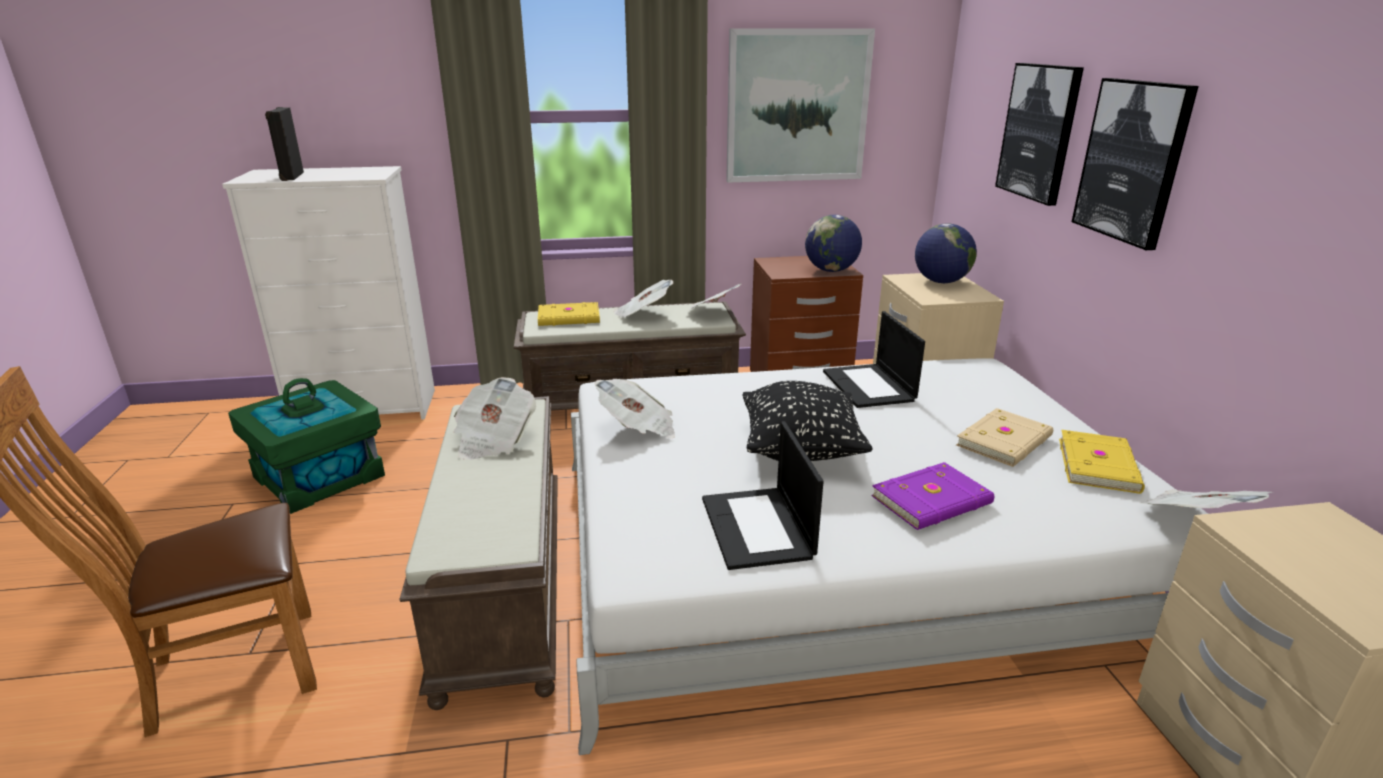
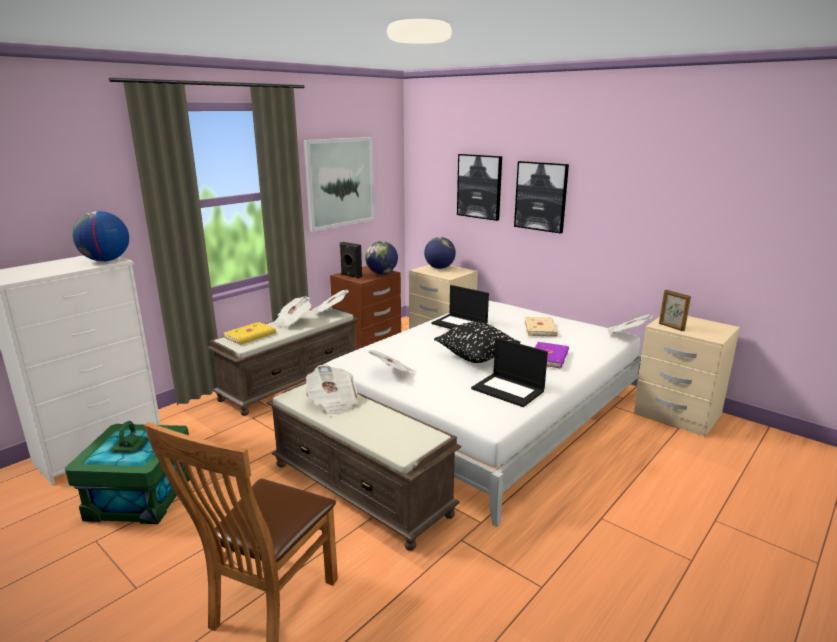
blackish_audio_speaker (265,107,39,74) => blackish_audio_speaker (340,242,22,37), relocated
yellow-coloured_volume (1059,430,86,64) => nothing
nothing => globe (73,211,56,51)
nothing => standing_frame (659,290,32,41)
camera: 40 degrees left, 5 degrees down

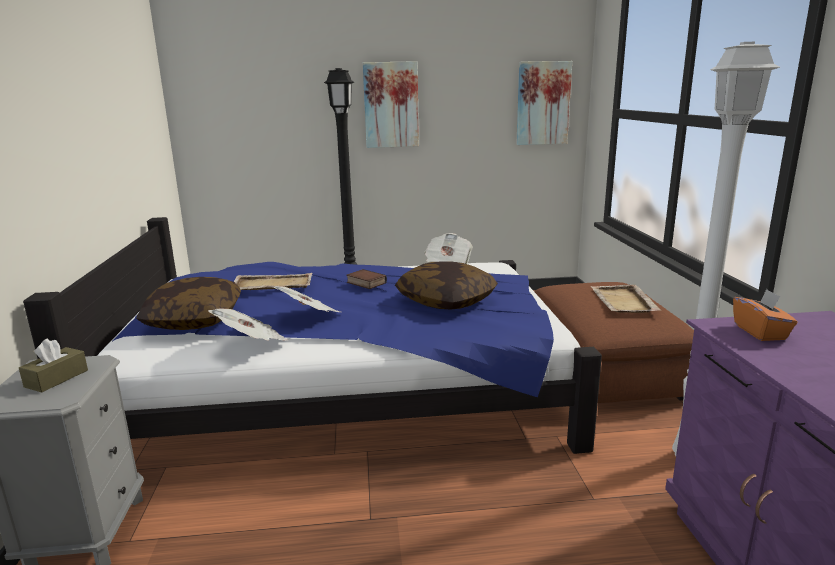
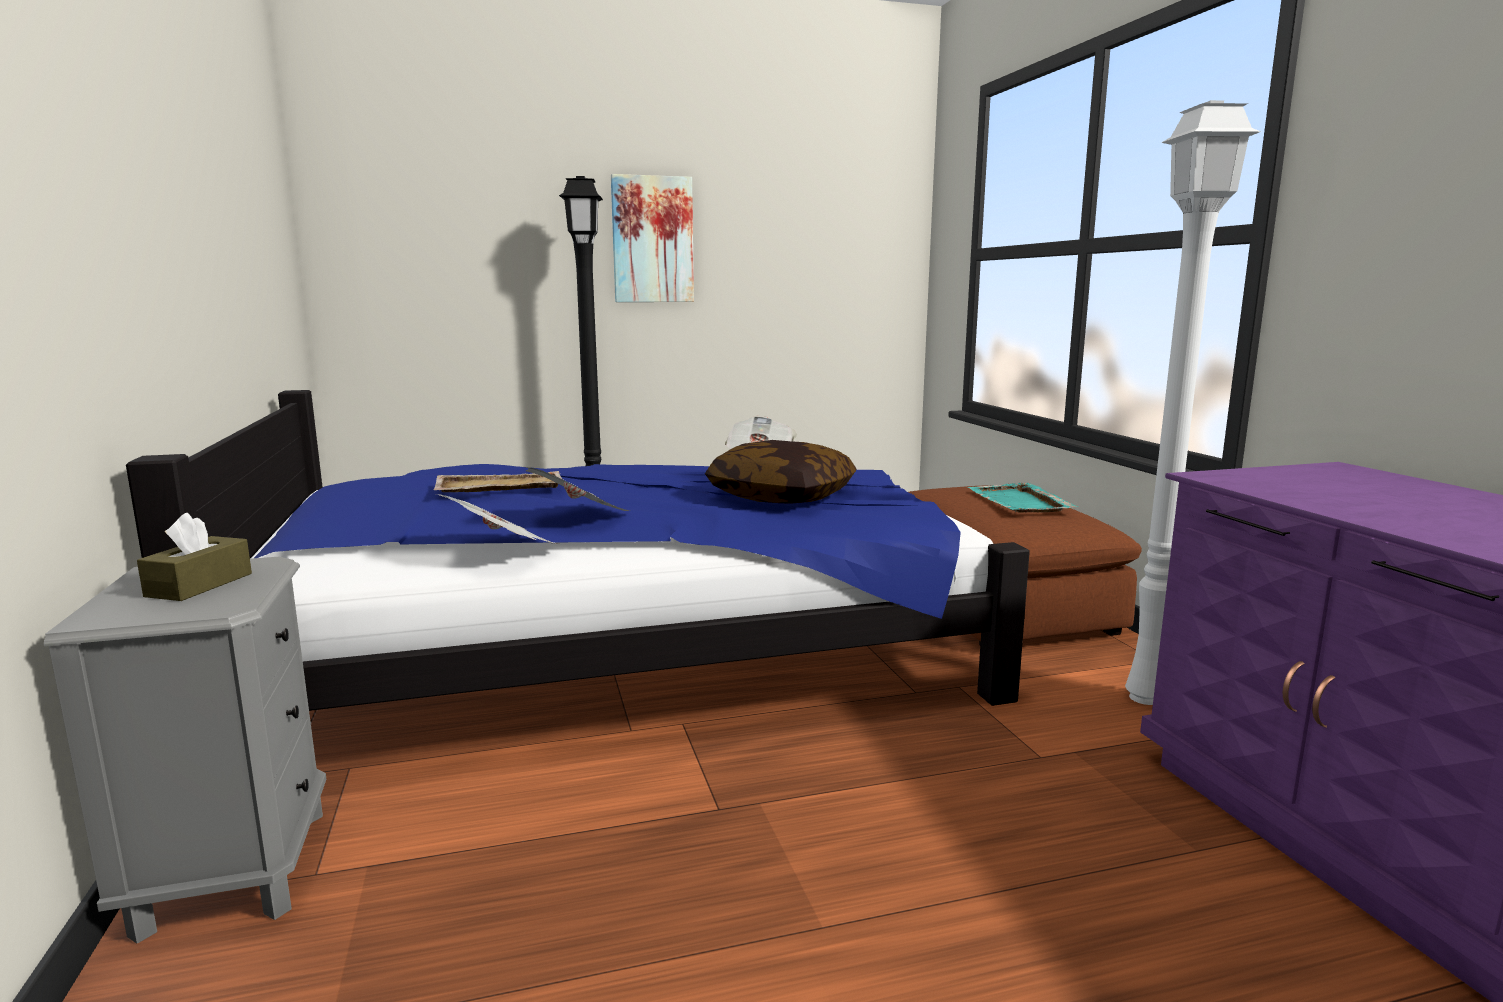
pillow (136,277,105,53) => nothing
volume (346,269,41,20) => nothing
wall_art (516,61,56,84) => nothing
beige_carrying_tray (591,284,70,29) => turquoise-coloured_carrying_tray (967,483,111,29)
orangey_box_of_tissues (733,289,65,52) => nothing
camera: 10 degrees left, 5 degrees down

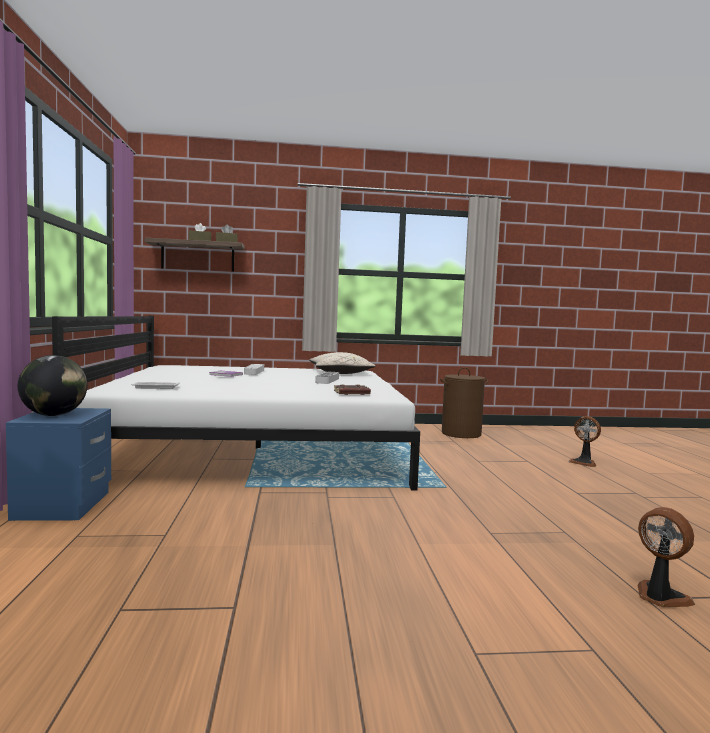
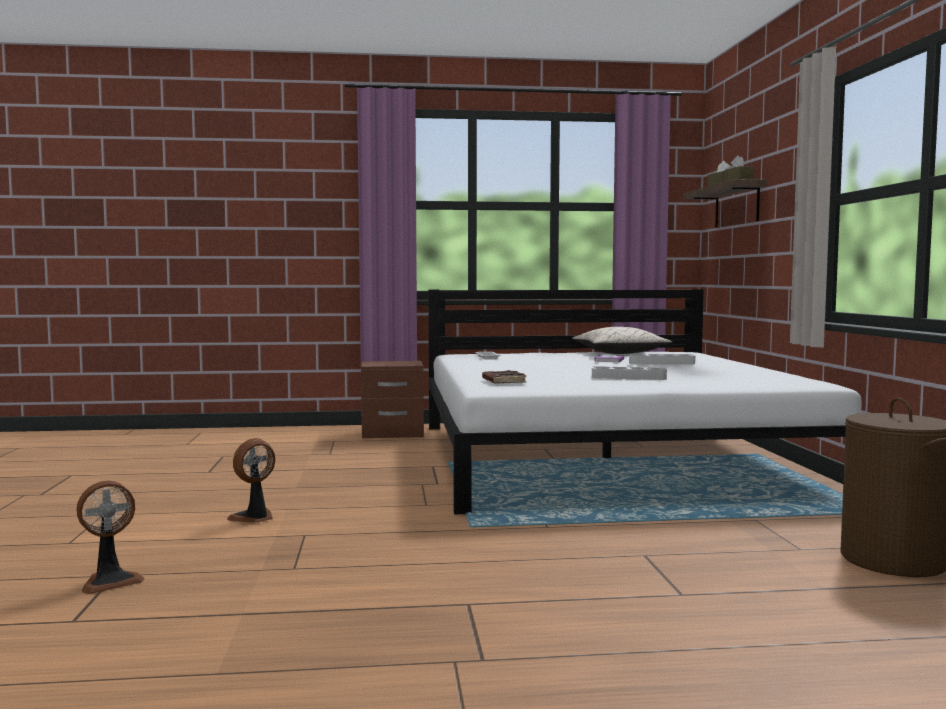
blue-coloured_bedside_table (6,408,105,113) => brown-coloured_bedside_table (361,361,63,77)
globe (18,355,69,61) => nothing
beige_pillow (309,352,66,22) => beige_pillow (572,327,100,27), relocated
electric_fan (568,416,33,51) => electric_fan (227,438,48,85), relocated
camera: 90 degrees right, 0 degrees up

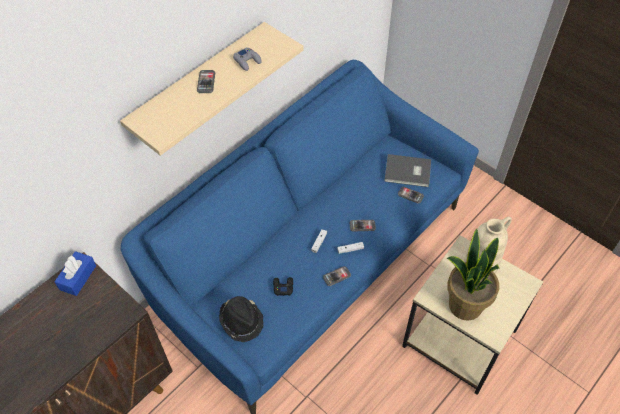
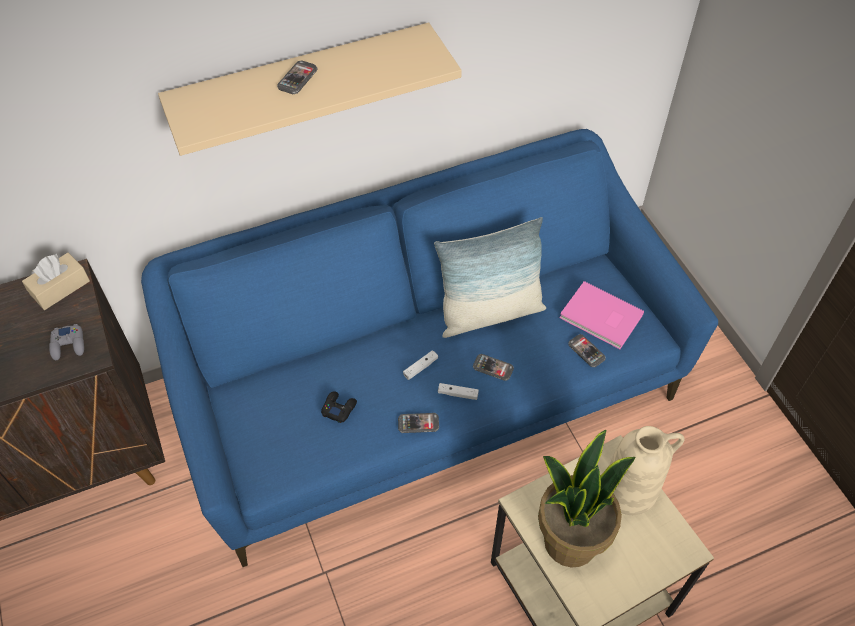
blue-coloured_box_of_tissues (55,251,41,45) => beige_box_of_tissues (22,253,68,57)
blackish_clothing_hat (219,296,45,46) => nothing
greyish_game_controller (233,47,29,24) => greyish_game_controller (49,324,35,36), relocated
greyish_volume (384,154,47,33) => pinkish_volume (559,281,85,68)
nothing => pillow (434,217,112,121)
camera: 25 degrees right, 0 degrees up

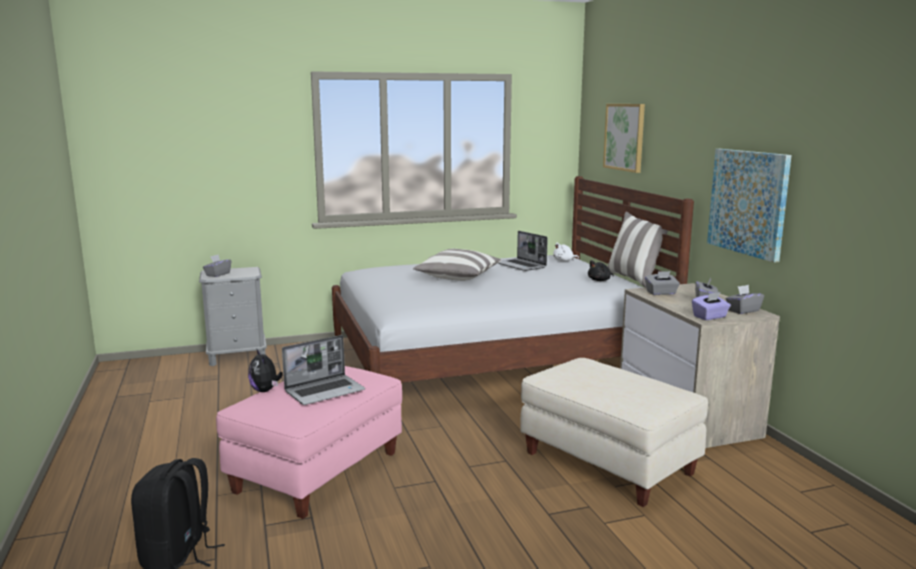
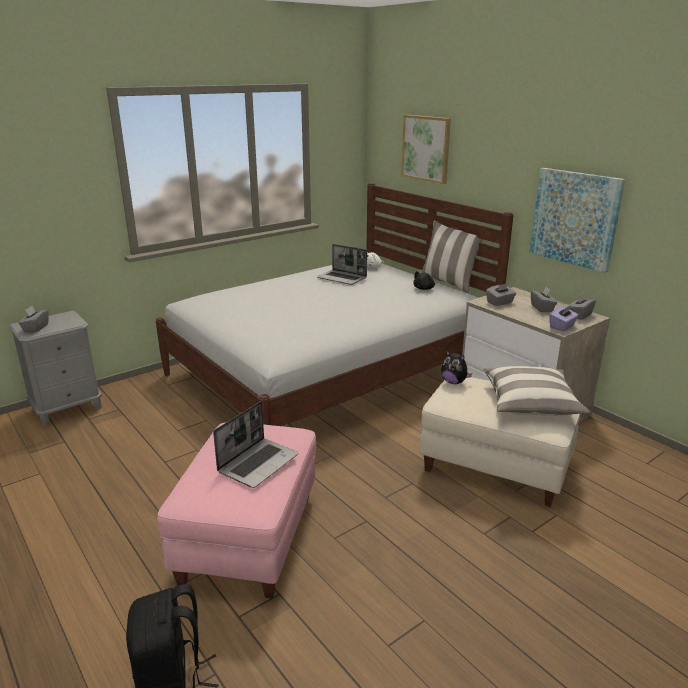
cuddly_toy (248,350,35,42) => cuddly_toy (441,349,31,35), relocated
pillow (413,249,88,32) => pillow (483,366,108,50), relocated
camera: 20 degrees left, 10 degrees up

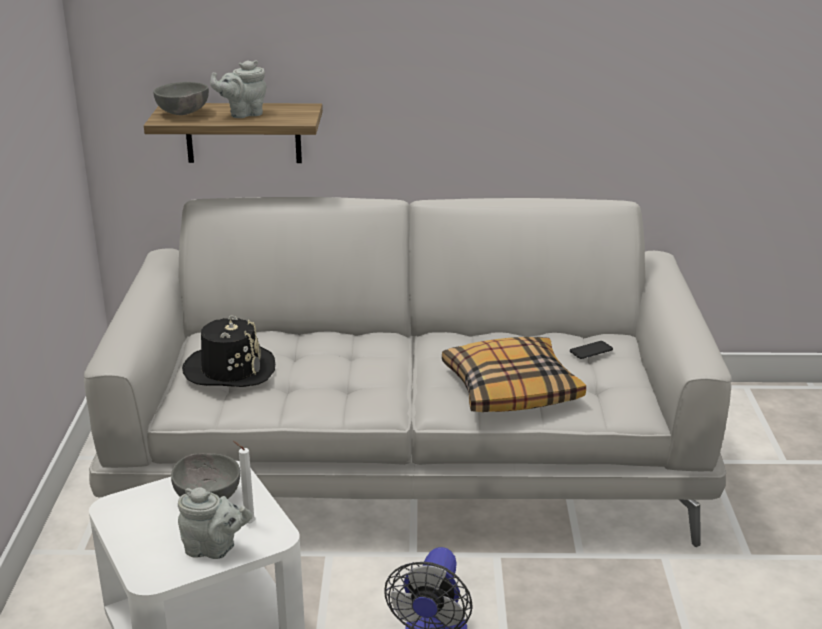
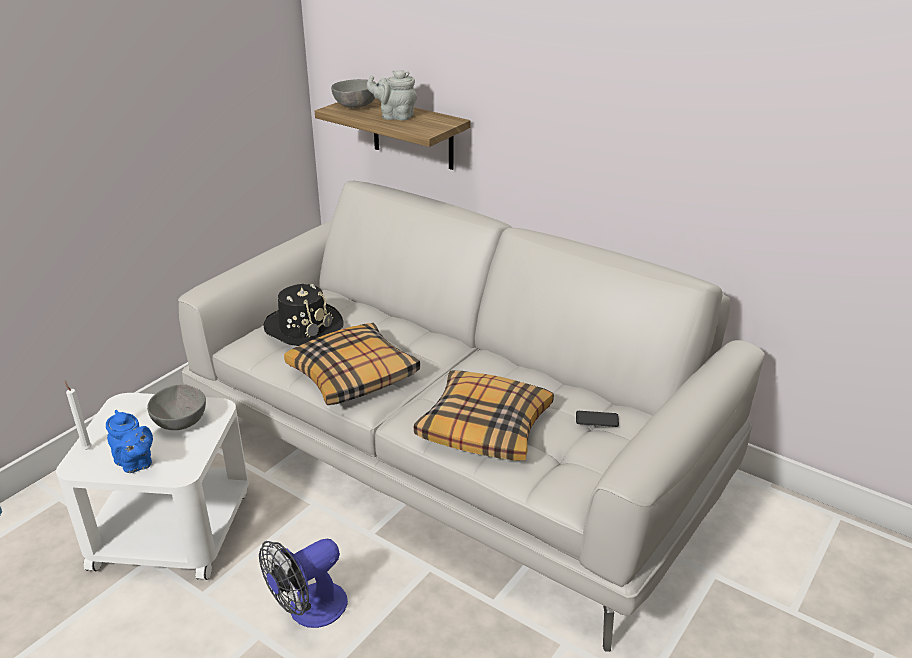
greyish_teapot (178,487,74,72) => blue-coloured_teapot (106,410,47,63)
white-coloured_wax_candle (233,441,23,82) => white-coloured_wax_candle (65,381,27,69), relocated
nothing => pillow (284,323,136,82)
camera: 35 degrees right, 5 degrees up

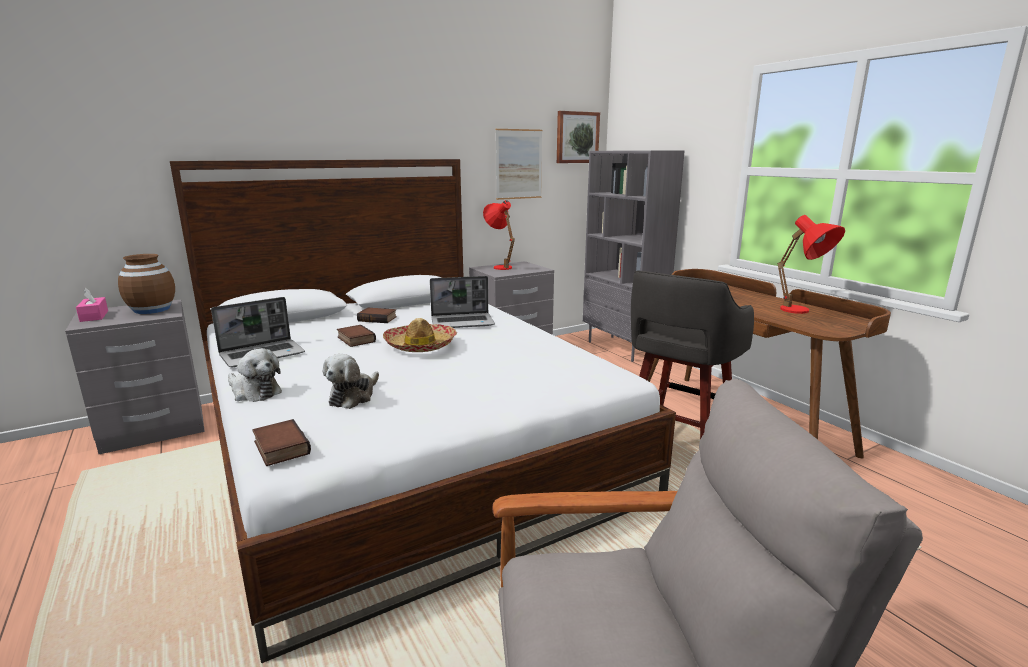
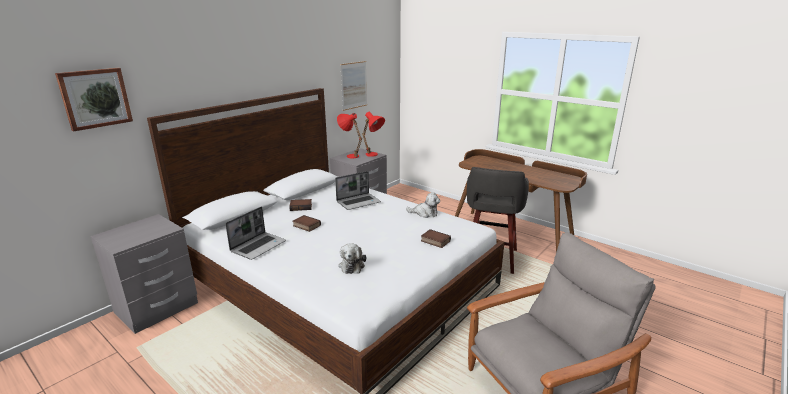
pinkish_box_of_tissues (76,288,32,34) => nothing
brown-coloured_flower_vase (118,254,57,60) => nothing
cuddly_toy (228,348,54,54) => cuddly_toy (406,192,34,26), relocated
volume (253,419,58,47) => volume (421,229,30,19), relocated
clothing_hat (383,318,74,34) => nothing
wall_art (557,111,43,52) => wall_art (55,68,78,63), relocated
greyish_shelving_unit (583,151,102,211) => nothing
red_lamp_for_a_table (777,215,68,99) => red_lamp_for_a_table (362,112,23,45), relocated
camera: 20 degrees left, 5 degrees up

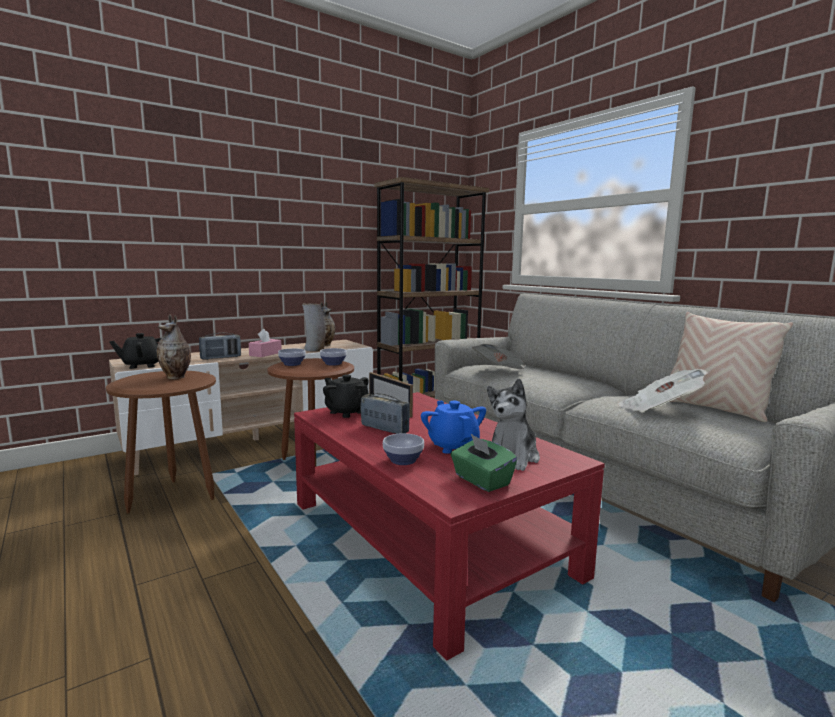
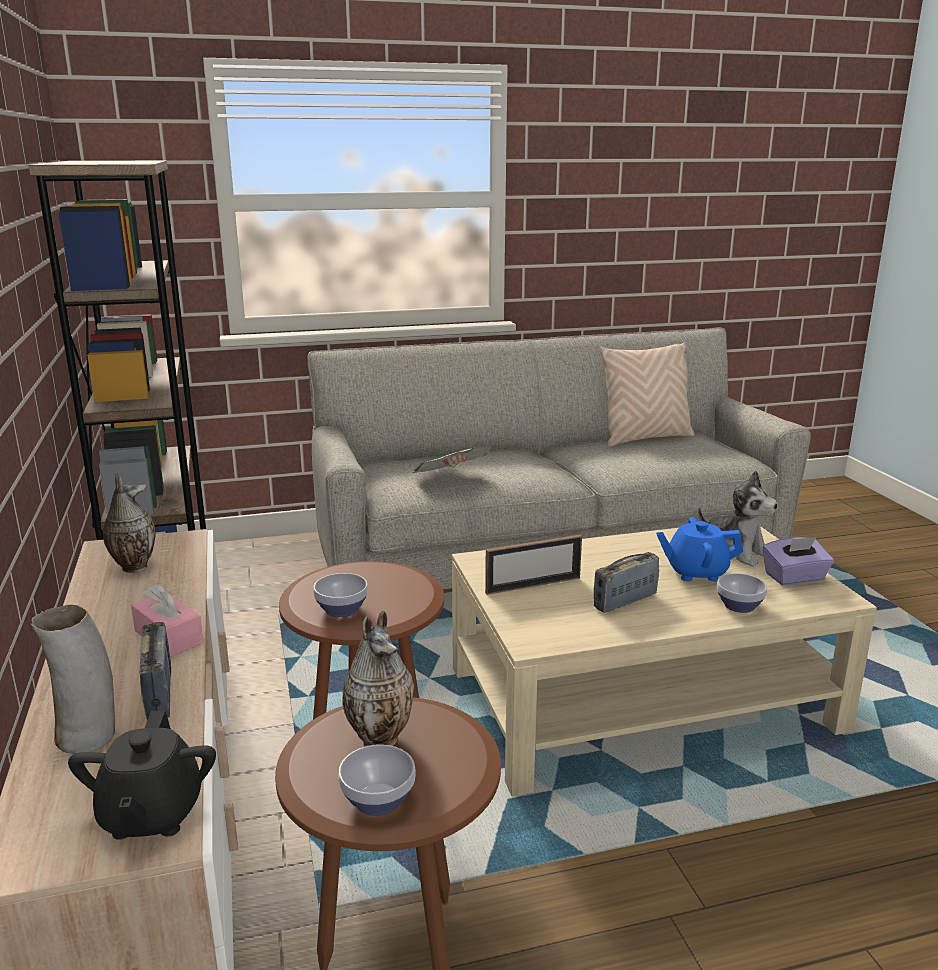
red_lounge_table (294,392,311,268) => beige_lounge_table (452,526,425,270)
flower_vase (302,303,23,48) => flower_vase (31,604,84,150), relocated
serving_bowl (320,348,27,18) => serving_bowl (338,744,78,72), relocated
blackish_teapot (323,375,46,43) => nothing
green-coloured_box_of_tissues (450,434,67,58) => purplish_box_of_tissues (762,537,72,48)
newspaper (618,369,90,43) => nothing
camera: 70 degrees left, 10 degrees up

